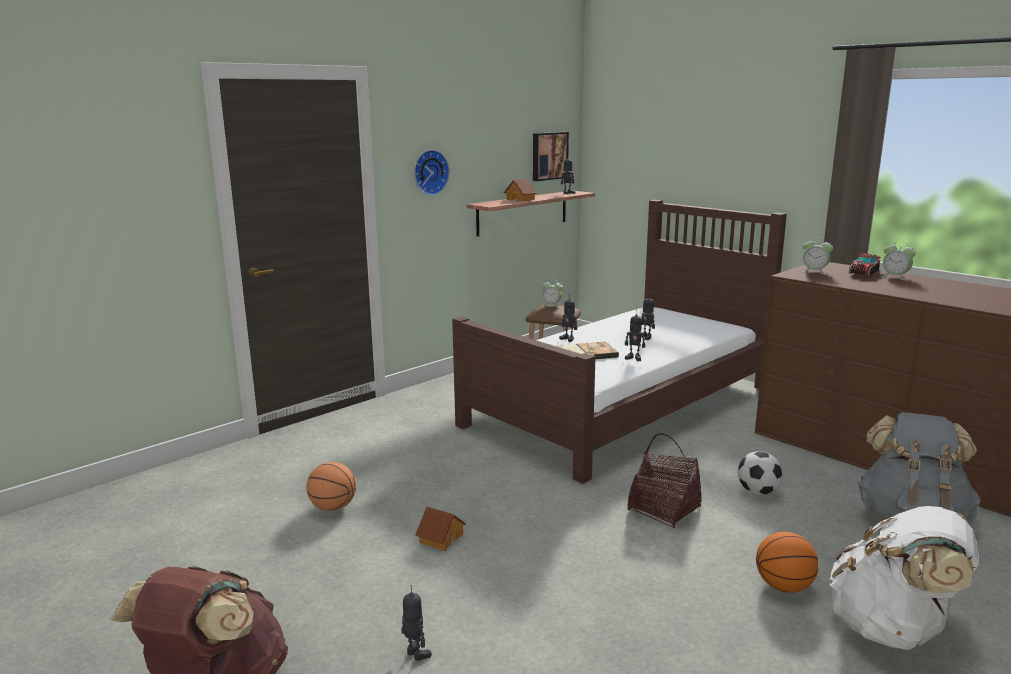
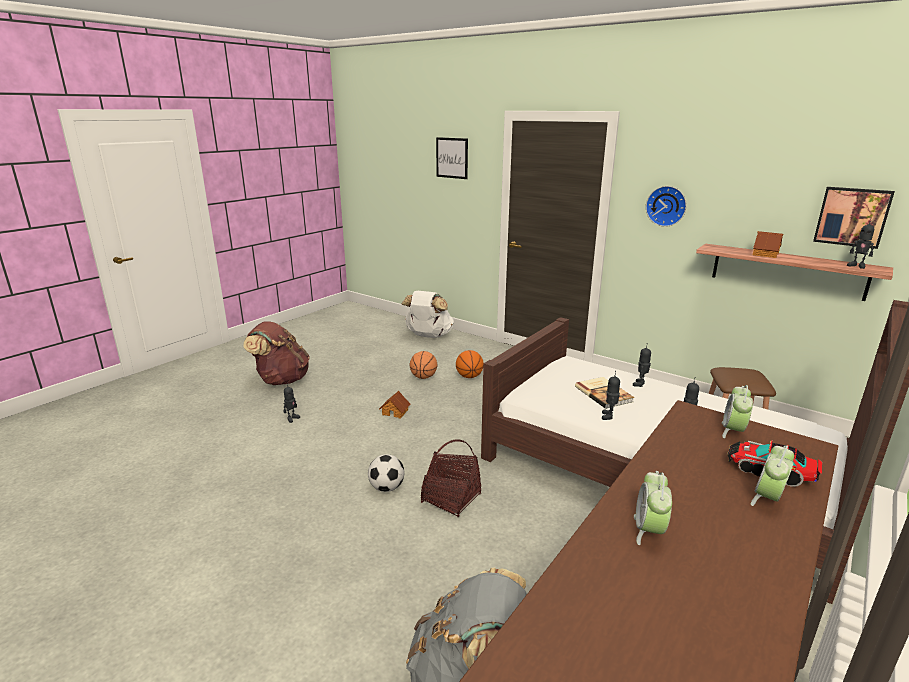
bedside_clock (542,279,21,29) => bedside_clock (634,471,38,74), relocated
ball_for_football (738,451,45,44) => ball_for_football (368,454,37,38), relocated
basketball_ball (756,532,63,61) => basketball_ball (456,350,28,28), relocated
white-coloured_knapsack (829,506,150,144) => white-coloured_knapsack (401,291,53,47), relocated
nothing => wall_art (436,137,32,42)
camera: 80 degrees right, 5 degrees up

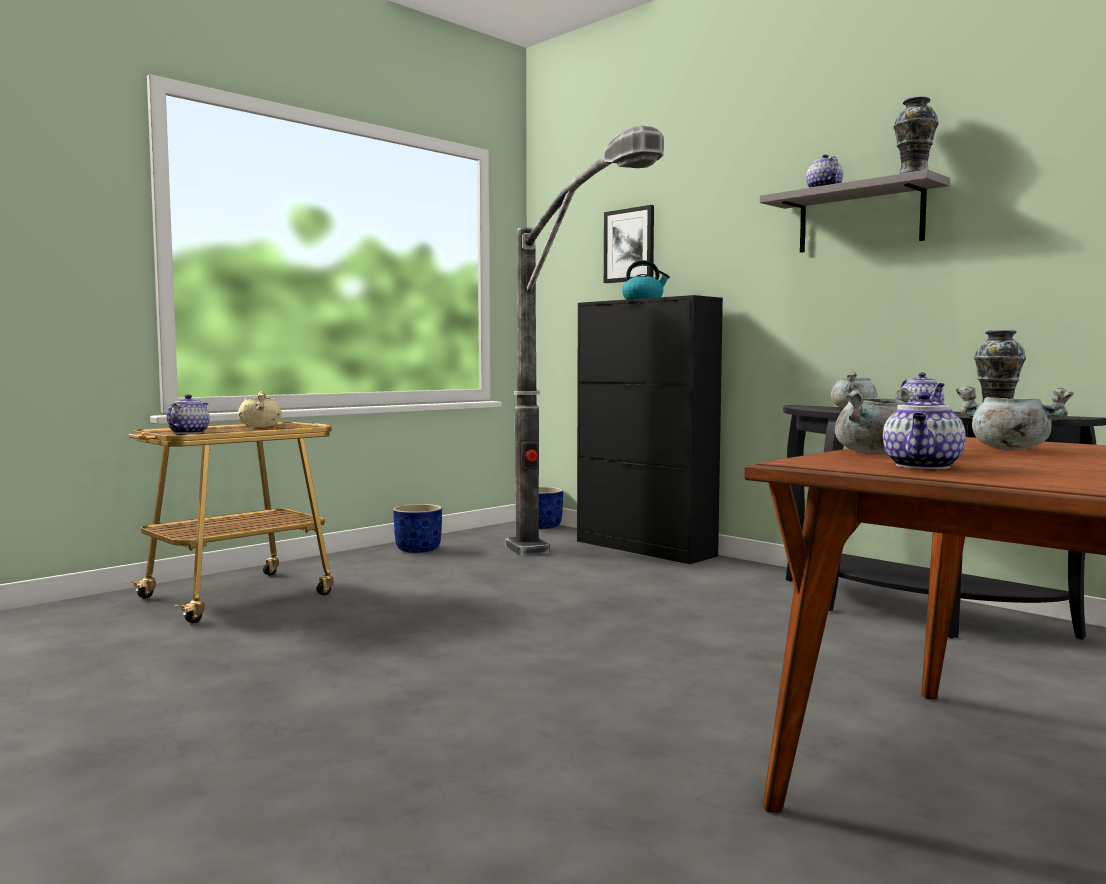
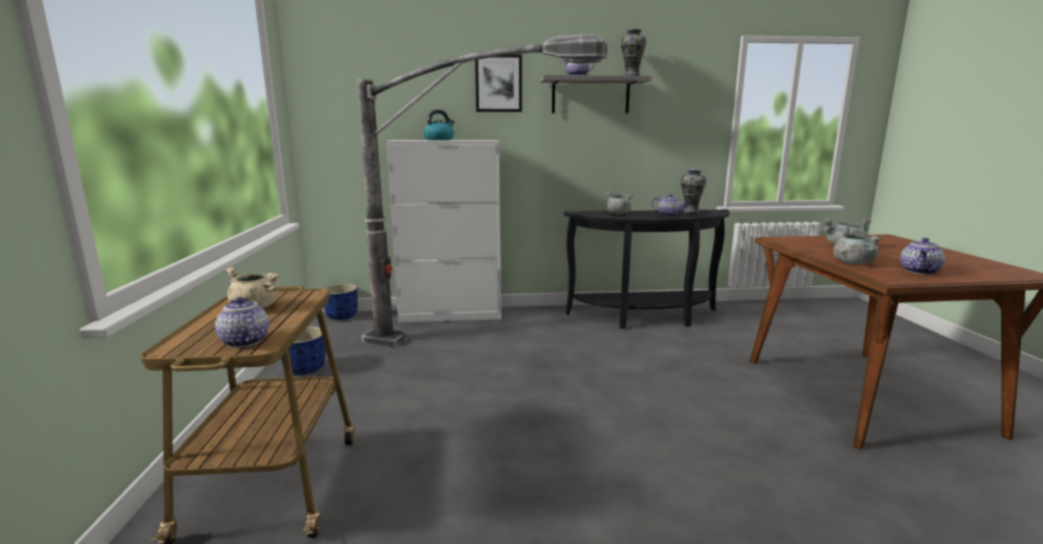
blackish_cupboard (577,295,146,269) => white-coloured_cupboard (386,140,115,182)
wall_art (604,205,50,78) => wall_art (475,54,47,58), relocated
teapot (883,392,83,77) => teapot (900,238,45,37), 60 degrees clockwise
camera: 50 degrees left, 10 degrees up

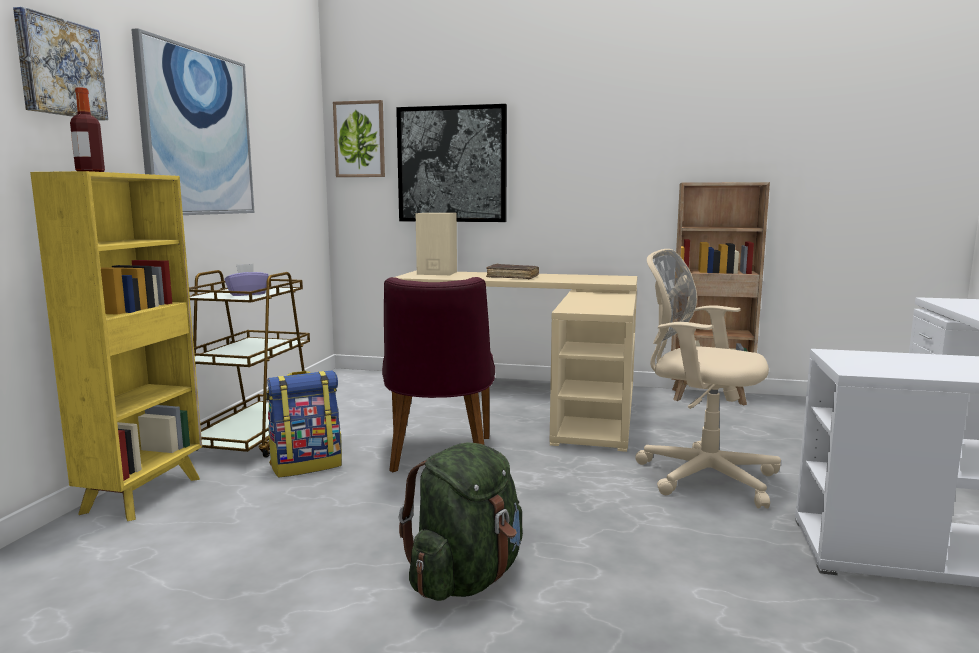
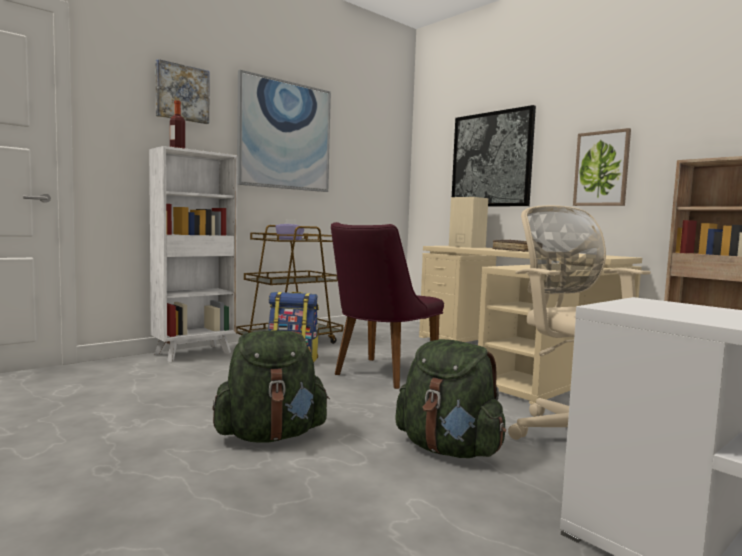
yellow-coloured_shelving_unit (30,171,172,350) => white-coloured_shelving_unit (149,146,89,216)
wall_art (333,100,52,77) => wall_art (573,128,58,78), relocated
nothing => green-coloured_knapsack (395,339,111,119)
camera: 35 degrees right, 5 degrees down

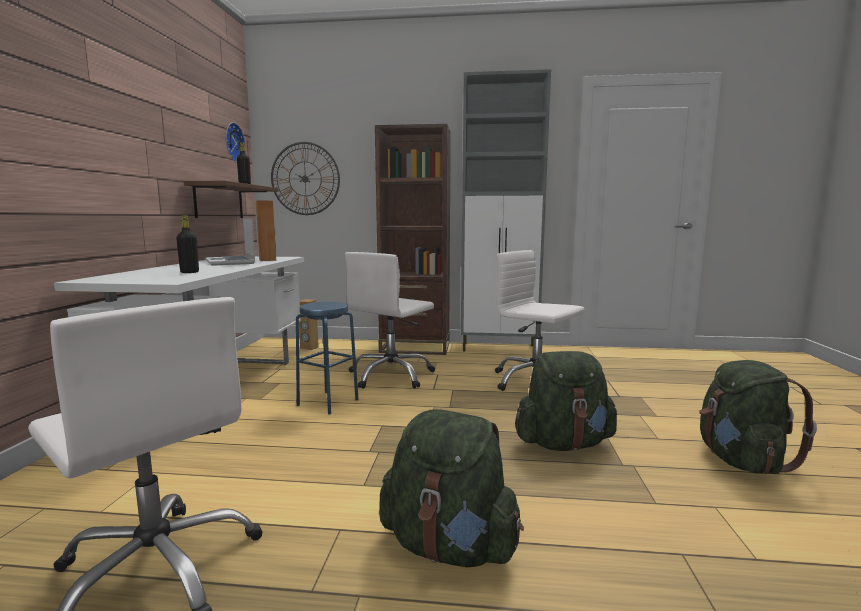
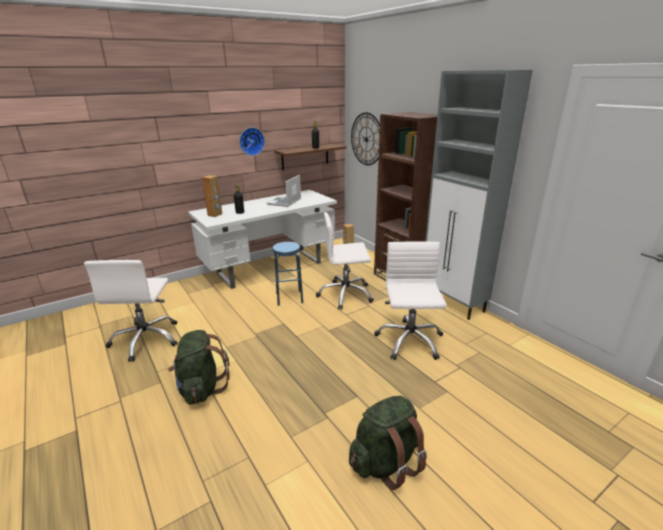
wall_clock (226,123,20,40) => wall_clock (239,127,26,29), relocated
brown-coloured_audio_speaker (256,200,20,61) => brown-coloured_audio_speaker (202,175,20,42), relocated
green-coloured_knapsack (515,351,102,100) => nothing
camera: 50 degrees right, 15 degrees up

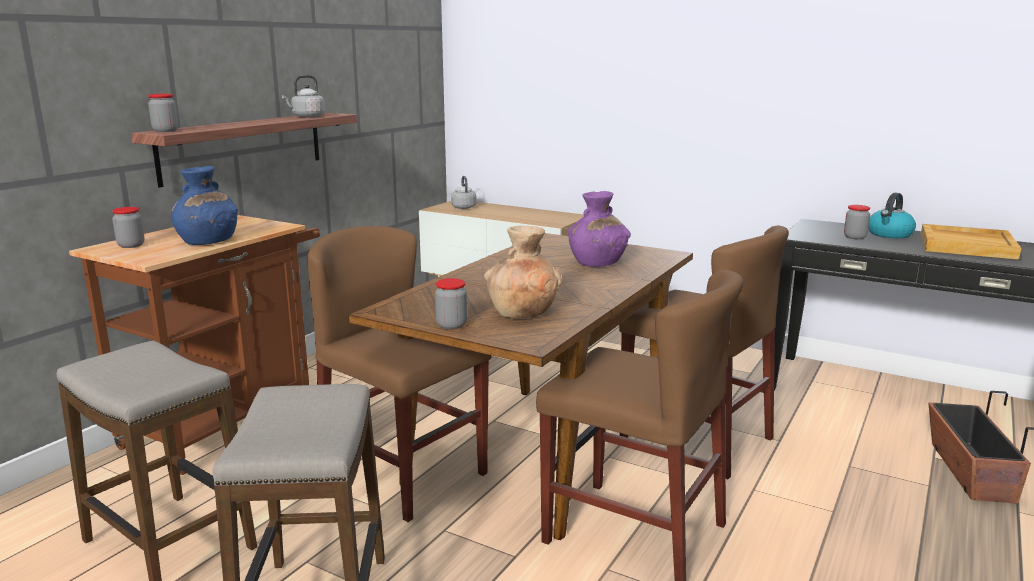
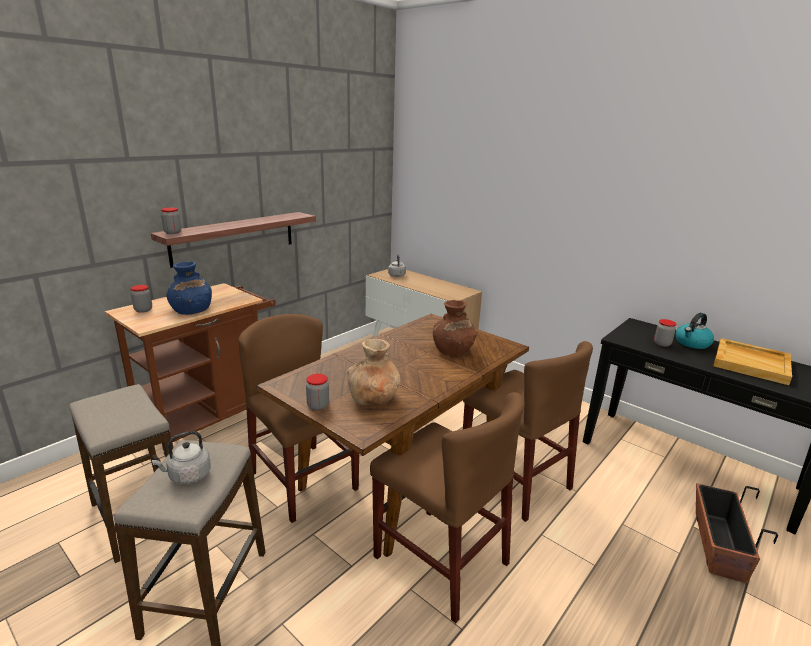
greyish_tea_kettle (282,75,43,42) => greyish_tea_kettle (152,431,59,53), relocated
purplish_flower_vase (568,191,63,76) => brown-coloured_flower_vase (433,300,44,55)
camera: 10 degrees right, 5 degrees up

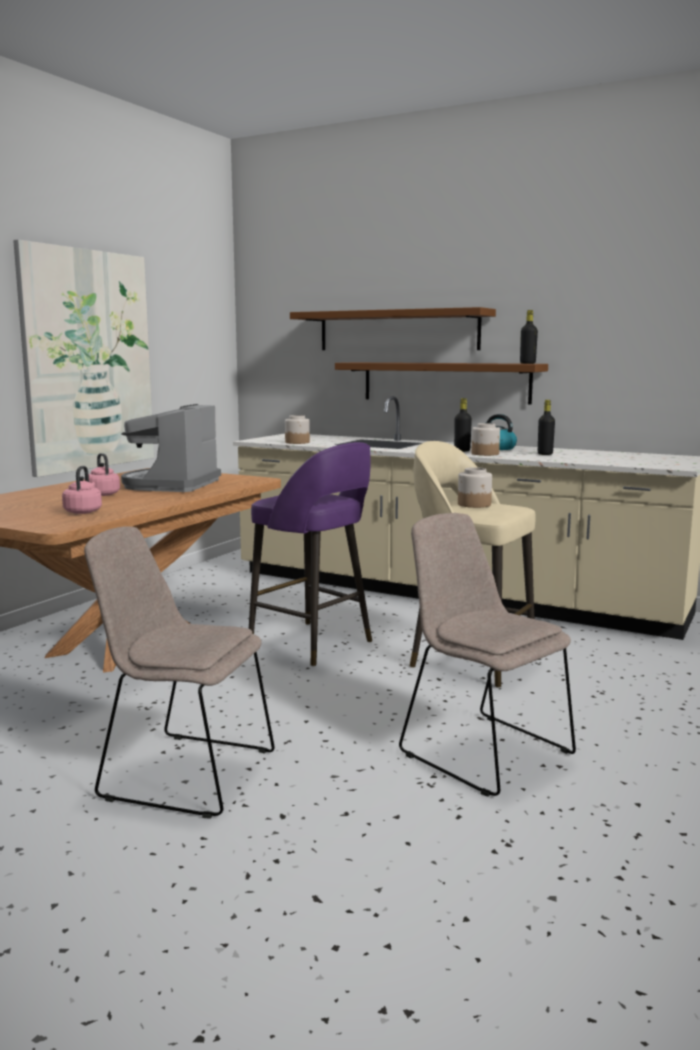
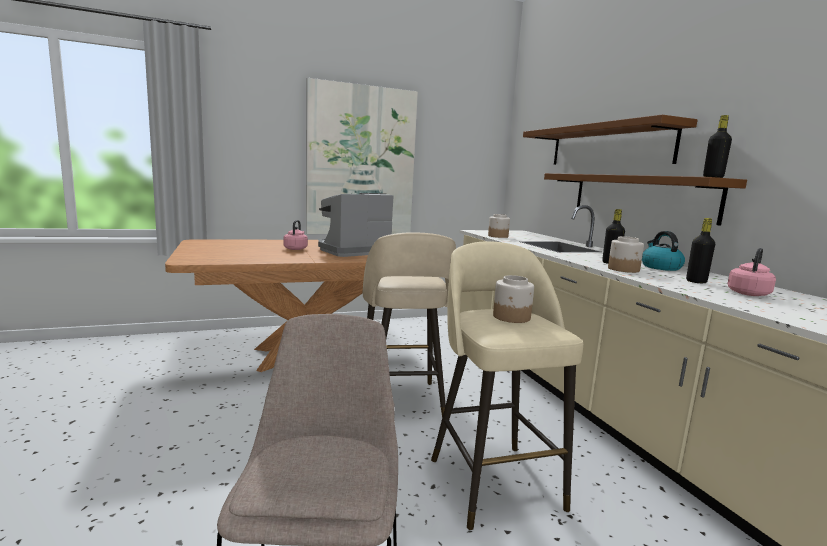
pinkish_tea_kettle (62,466,40,48) => pinkish_tea_kettle (727,248,49,48), relocated
beige_chair (84,527,191,292) => nothing
purplish_sitting_stool (249,442,123,225) => beige_sitting_stool (363,232,93,185)
camera: 40 degrees right, 0 degrees up

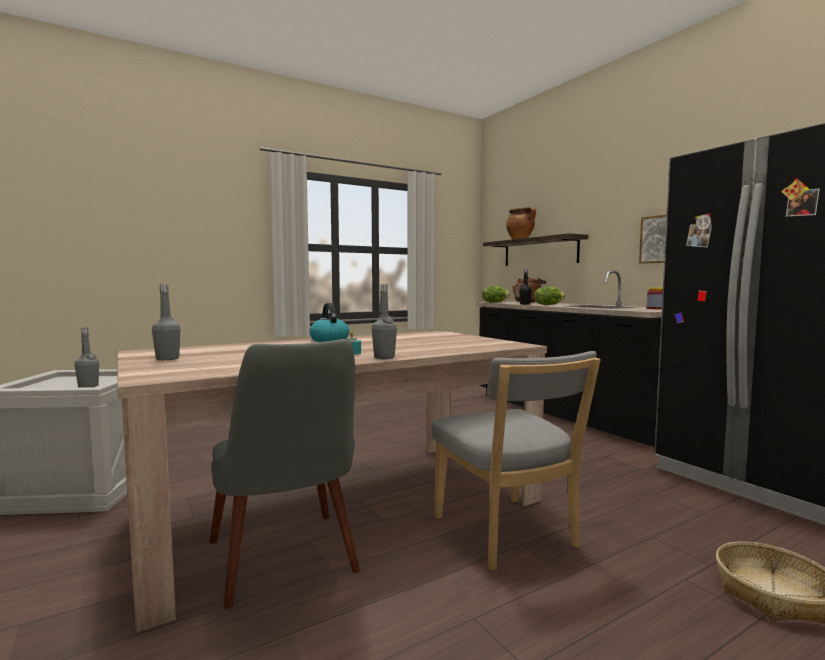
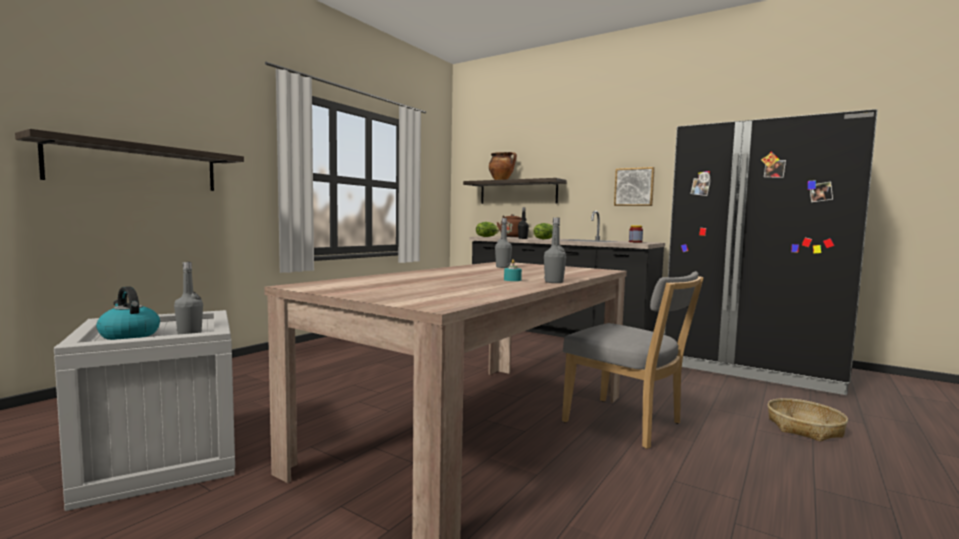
greyish_drink_bottle (152,285,29,75) => greyish_drink_bottle (495,218,17,50), relocated
greyish_chair (210,339,150,270) => nothing
tea_kettle (309,303,40,39) => tea_kettle (96,286,64,54), relocated
nothing => shelf (15,129,229,62)
camera: 25 degrees left, 0 degrees up

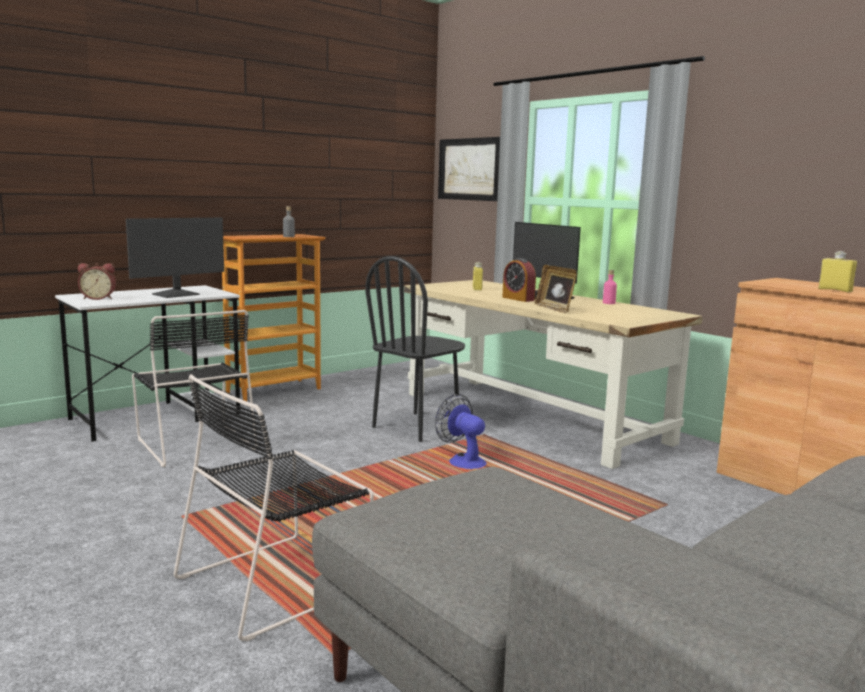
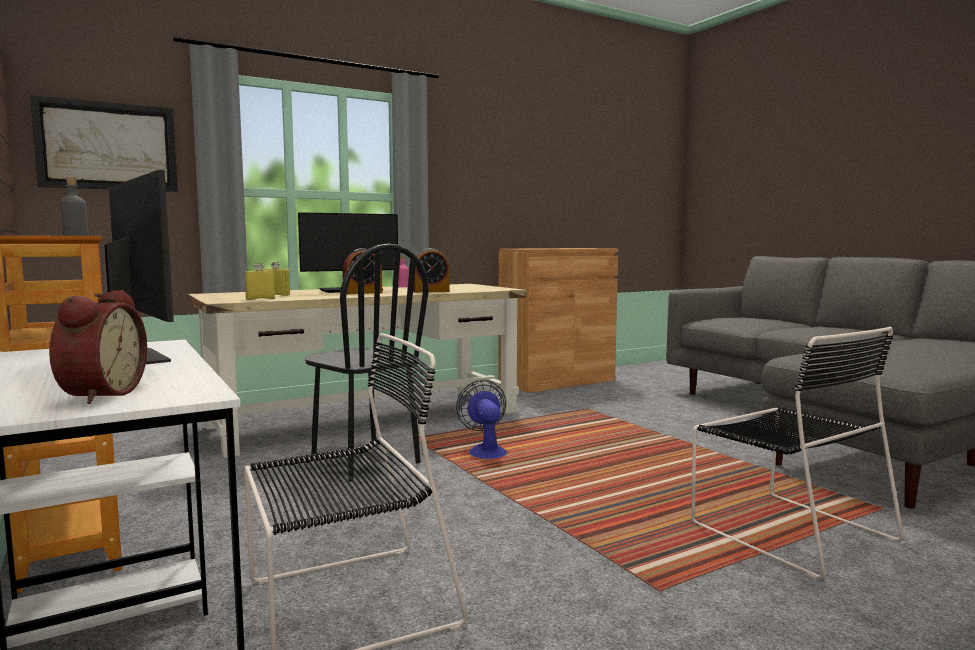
electric_fan (435,394,52,75) => electric_fan (456,380,51,79), 105 degrees clockwise
standing_frame (535,265,42,48) => bedside_clock (413,248,36,45)
yellow-coloured_drink_bottle (819,251,38,41) => yellow-coloured_drink_bottle (245,263,30,37), relocated
camera: 80 degrees left, 5 degrees down

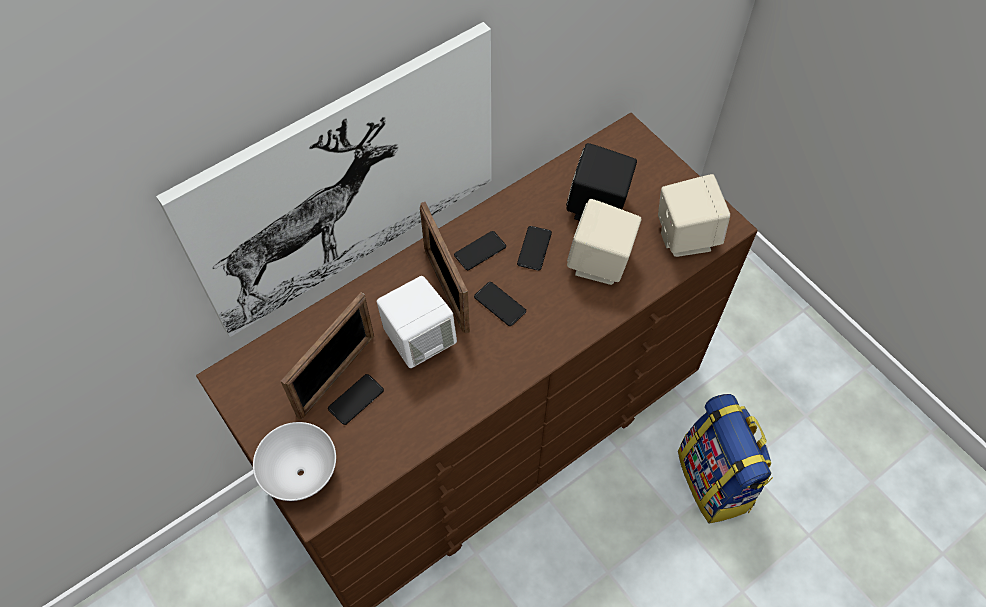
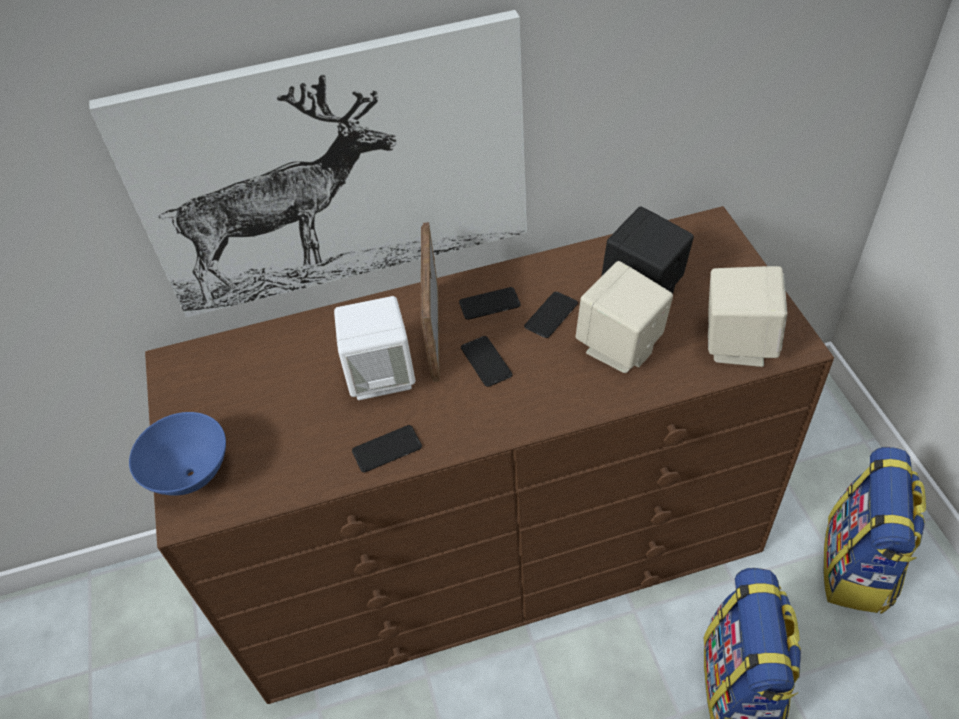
white-coloured_serving_bowl (253,422,83,79) => blue-coloured_serving_bowl (129,412,97,83)
standing_frame (281,292,93,128) => nothing
phone (328,374,56,51) => phone (352,425,70,47), relocated
nothing => knapsack (824,447,102,167)
camera: 25 degrees right, 10 degrees down

